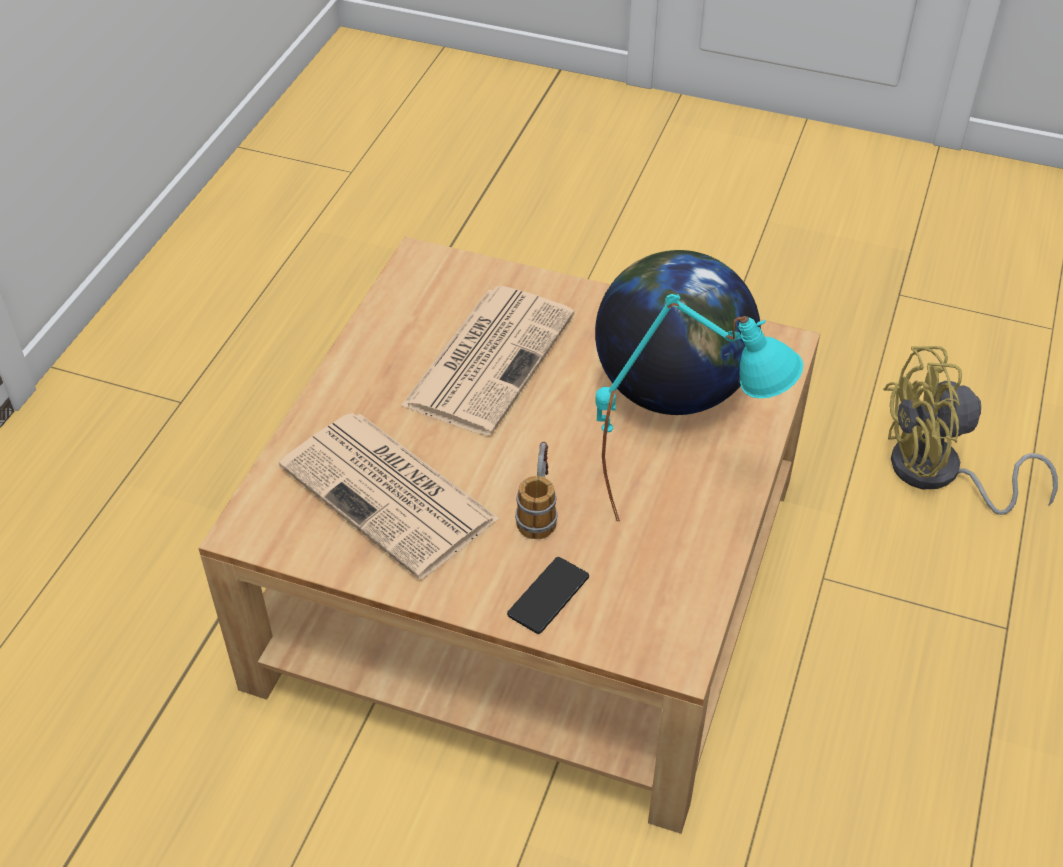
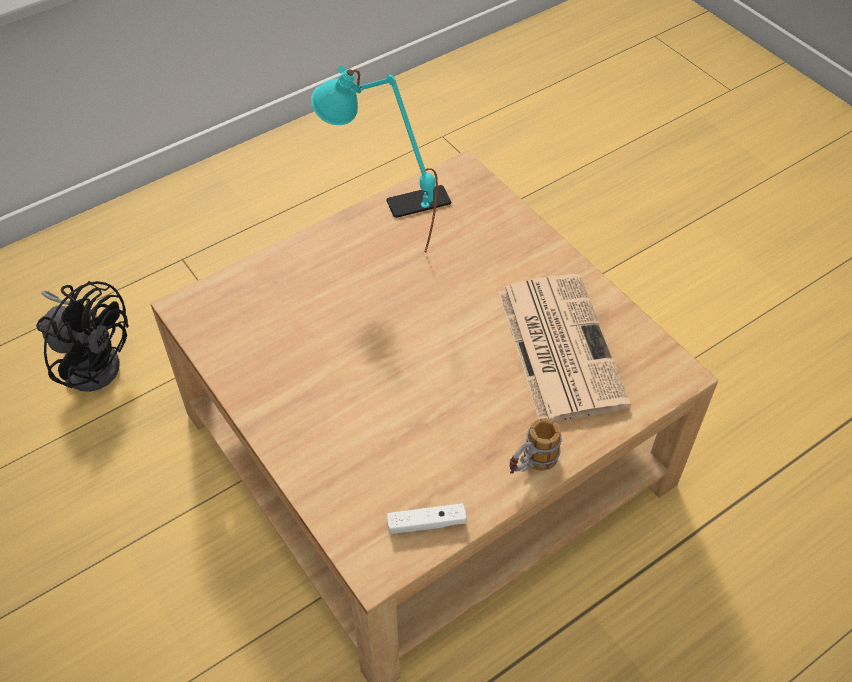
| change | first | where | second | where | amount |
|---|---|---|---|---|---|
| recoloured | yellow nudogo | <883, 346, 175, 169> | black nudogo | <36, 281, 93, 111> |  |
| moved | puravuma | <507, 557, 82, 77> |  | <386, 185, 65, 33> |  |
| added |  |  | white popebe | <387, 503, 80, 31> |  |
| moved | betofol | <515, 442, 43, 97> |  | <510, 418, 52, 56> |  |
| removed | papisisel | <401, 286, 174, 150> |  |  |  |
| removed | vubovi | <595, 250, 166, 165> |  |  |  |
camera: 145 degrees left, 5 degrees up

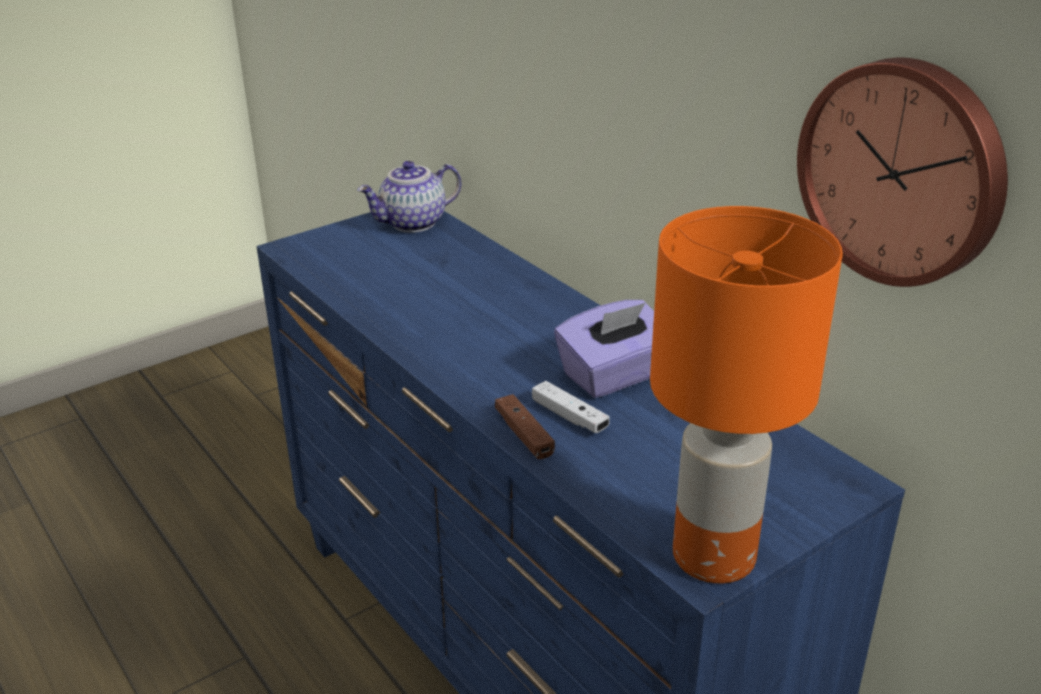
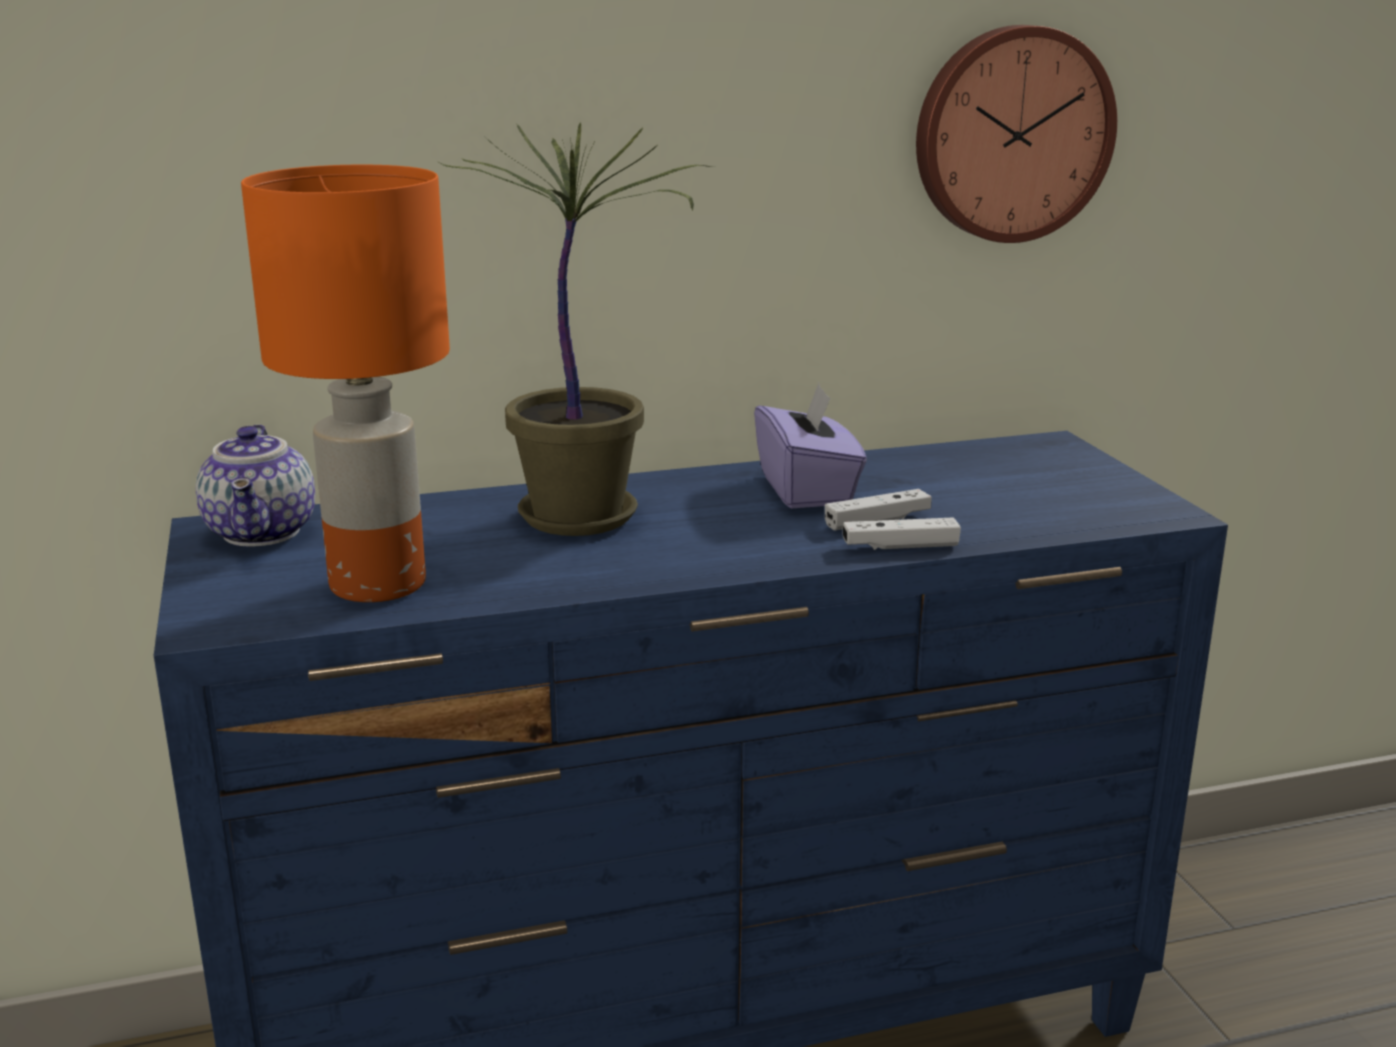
| change | first | where | second | where | amount |
|---|---|---|---|---|---|
| moved | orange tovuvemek | <650, 206, 193, 378> |  | <241, 165, 209, 437> |  |
| added |  |  | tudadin | <437, 122, 279, 414> |  |
| recoloured | brown popebe | <495, 394, 60, 65> | white popebe | <843, 518, 118, 32> |  |
camera: 70 degrees left, 10 degrees down

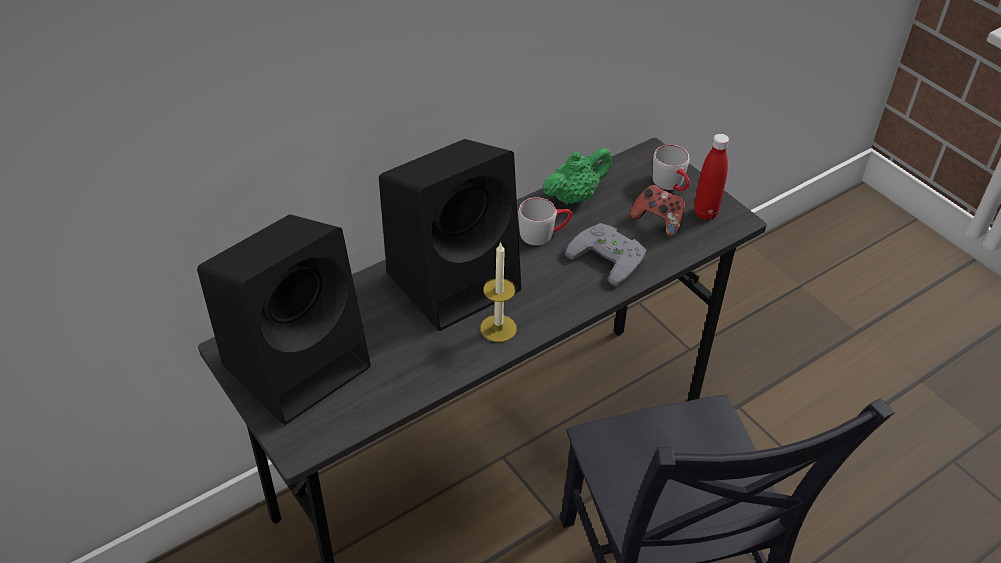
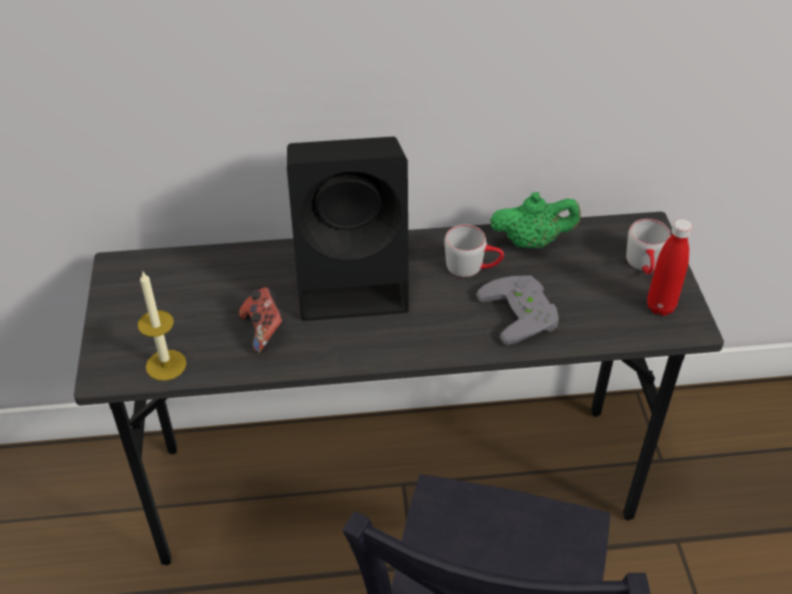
| change | first | where | second | where | amount |
|---|---|---|---|---|---|
| moved | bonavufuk | <480, 242, 37, 100> |  | <138, 272, 49, 109> |  |
| moved | popebe | <630, 185, 55, 52> |  | <239, 287, 48, 67> |  |
| removed | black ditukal | <197, 214, 174, 211> |  |  |  |
camera: 30 degrees right, 0 degrees up

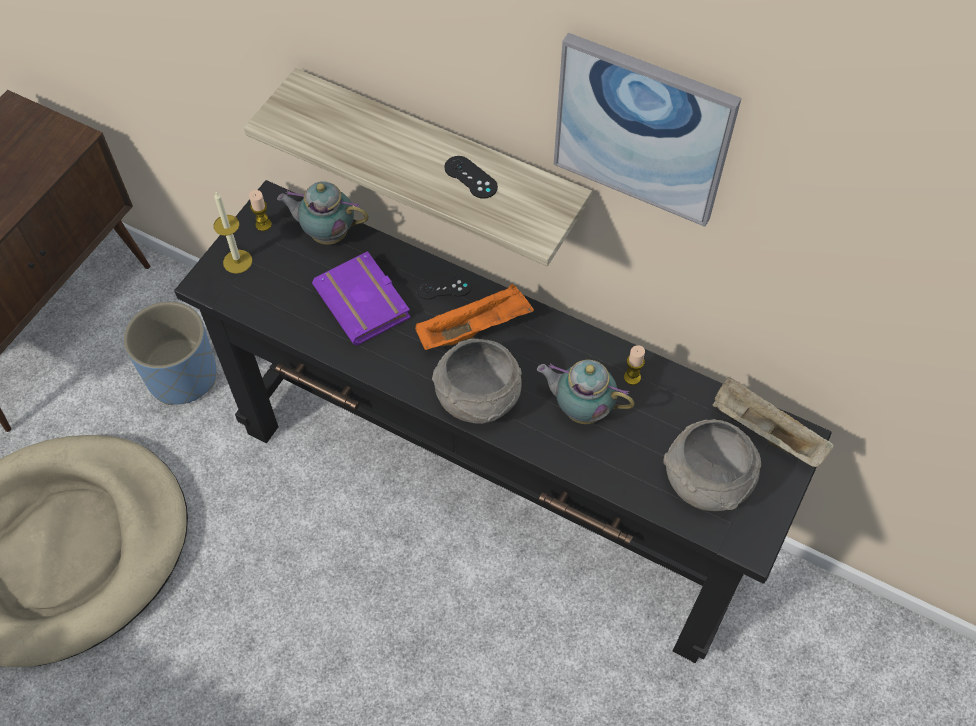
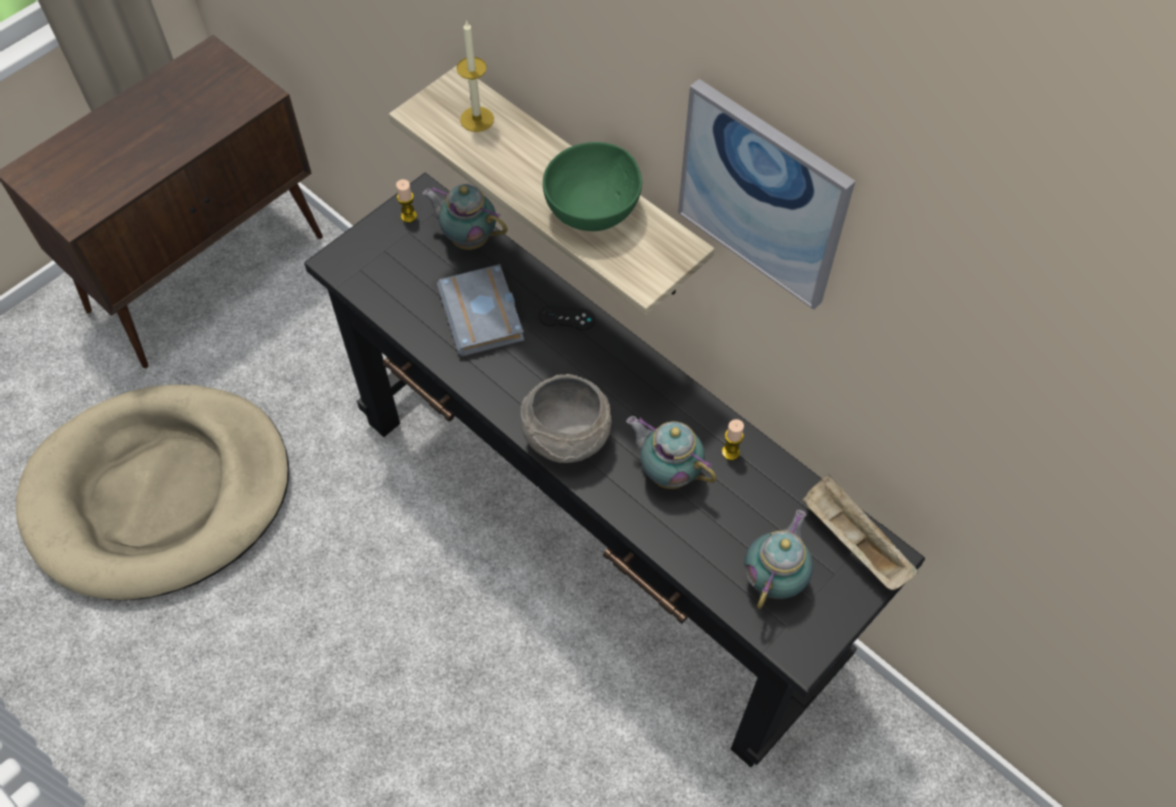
| change | first | where | second | where | amount |
|---|---|---|---|---|---|
| recoloured | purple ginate | <312, 251, 99, 95> | grey ginate | <437, 264, 87, 92> |  |
| moved | bonavufuk | <213, 192, 39, 82> |  | <457, 20, 37, 112> |  |
| replaced | black popebe | <444, 156, 54, 43> | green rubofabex | <543, 142, 99, 89> |  |
| replaced | grey rubofabex | <663, 419, 98, 92> | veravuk | <744, 510, 69, 99> |  |
| removed | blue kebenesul | <124, 301, 93, 104> |  |  |  |
| removed | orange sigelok | <415, 284, 119, 66> |  |  |  |
camera: 15 degrees right, 0 degrees up

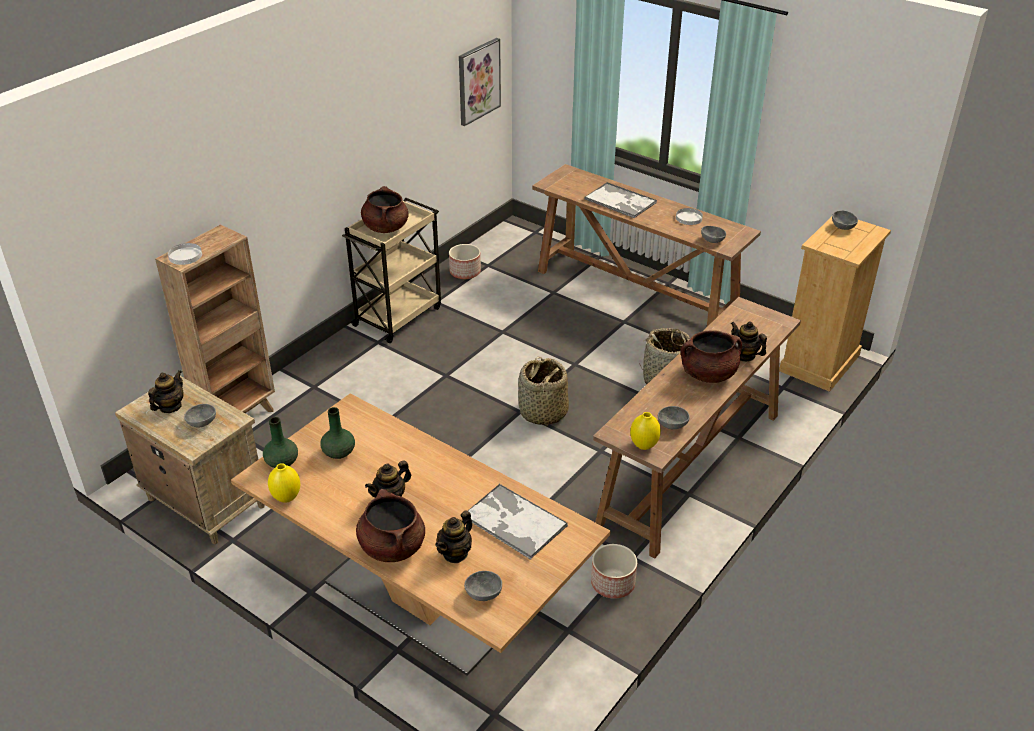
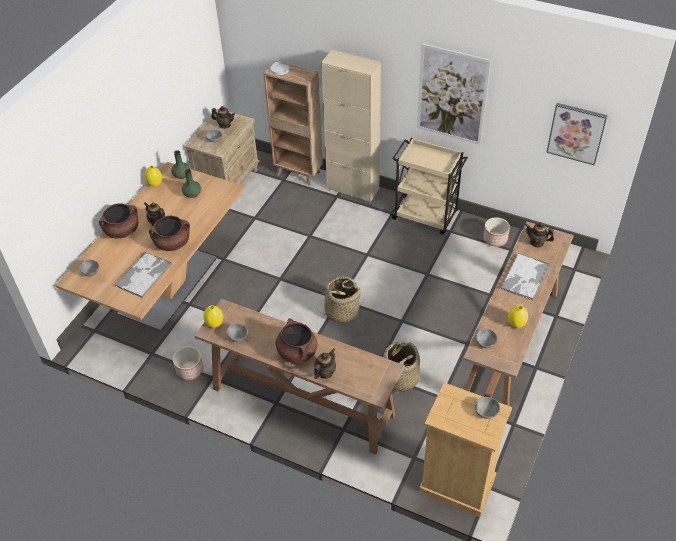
| change | first | where | second | where | amount |
|---|---|---|---|---|---|
| moved | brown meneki | <361, 186, 48, 47> |  | <149, 216, 41, 35> |  |
| added |  |  | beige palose | <321, 50, 60, 152> |  |
| added |  |  | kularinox | <417, 43, 74, 102> |  |
| replaced | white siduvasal | <676, 208, 27, 17> | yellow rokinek | <508, 305, 20, 23> |  |
| moved | veravuk | <435, 510, 37, 53> |  | <525, 222, 29, 26> |  |
camera: 80 degrees right, 10 degrees up

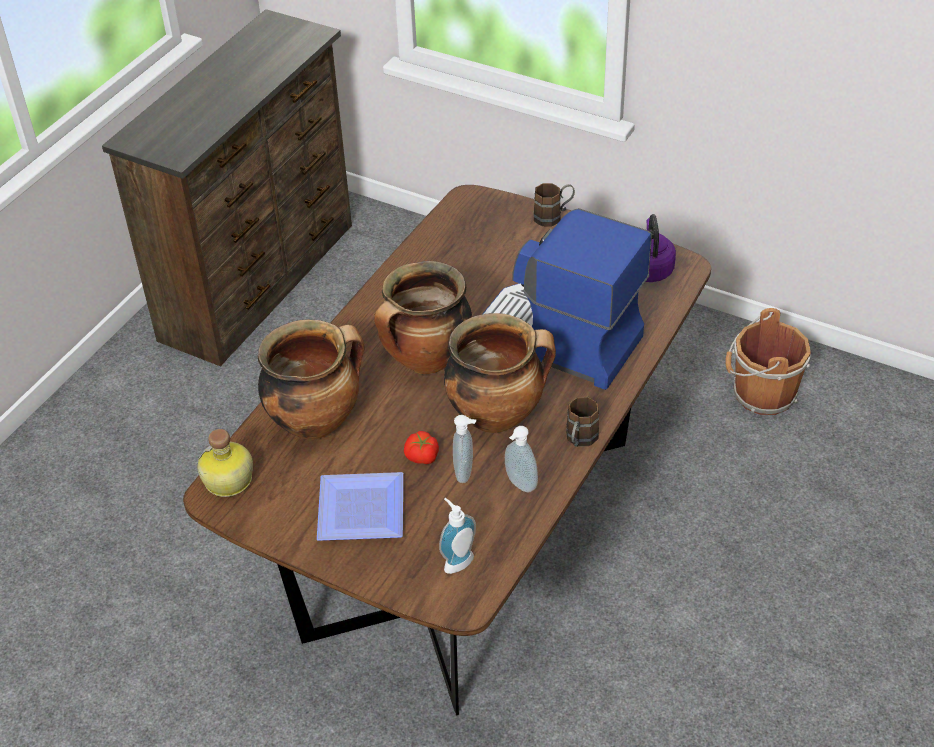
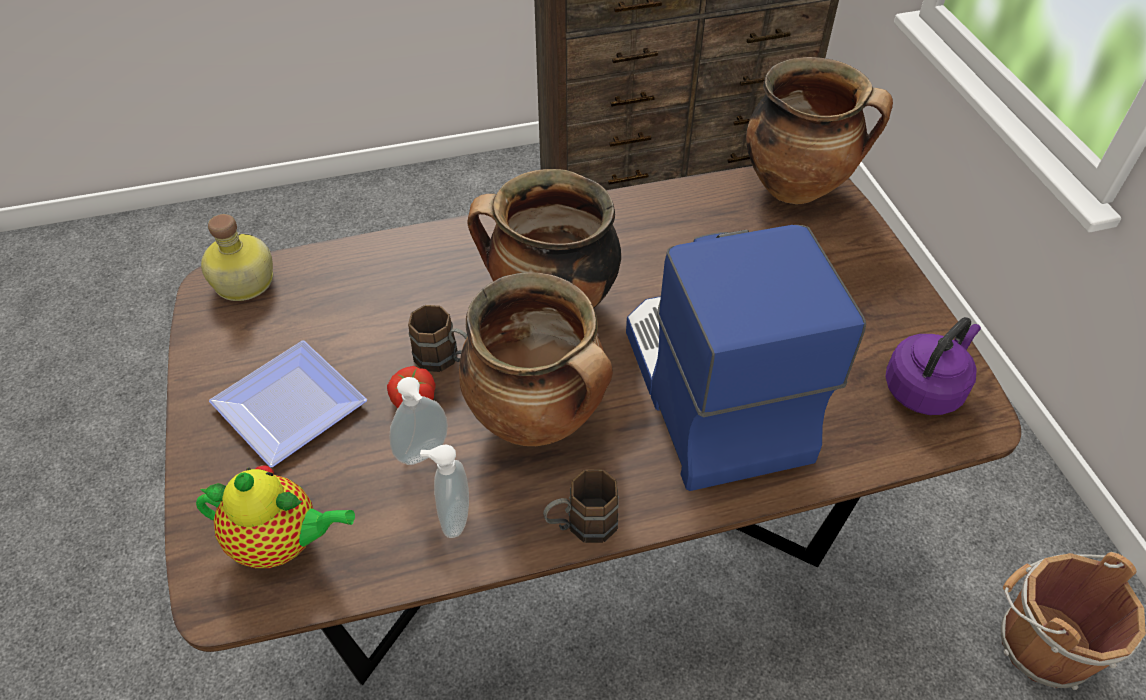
| change | first | where | second | where | amount |
|---|---|---|---|---|---|
| replaced | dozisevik | <439, 498, 37, 76> | veravuk | <196, 465, 159, 103> |  |
| moved | brown betofol | <533, 183, 42, 43> |  | <408, 305, 60, 67> |  |
| moved | meneki | <258, 319, 107, 121> |  | <746, 57, 147, 147> |  |
camera: 45 degrees right, 5 degrees up

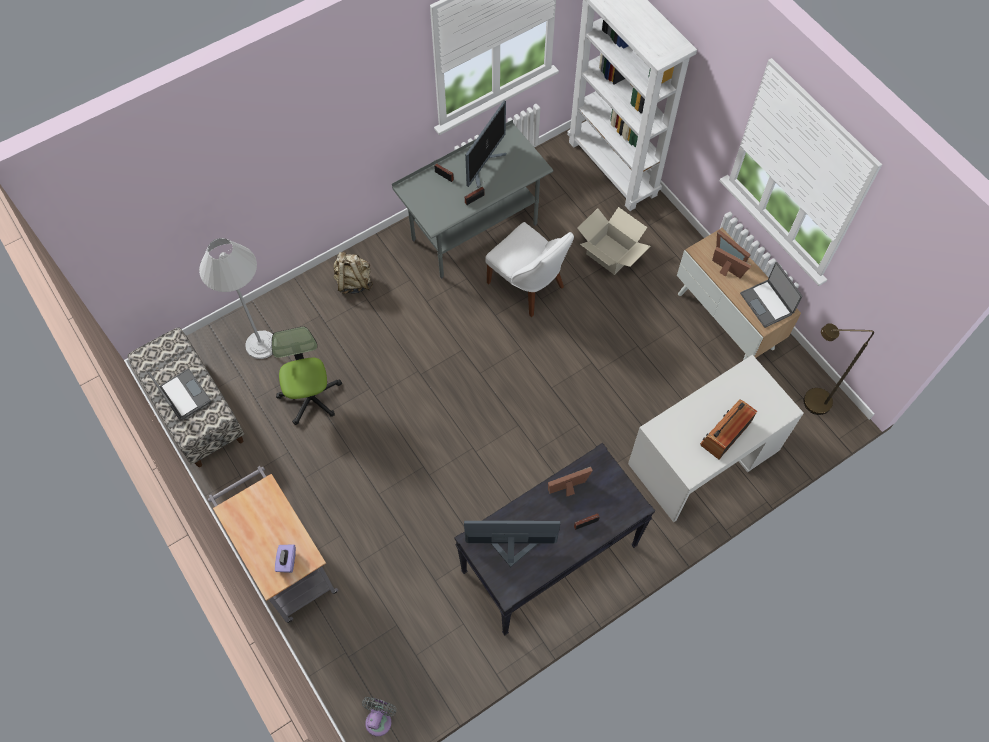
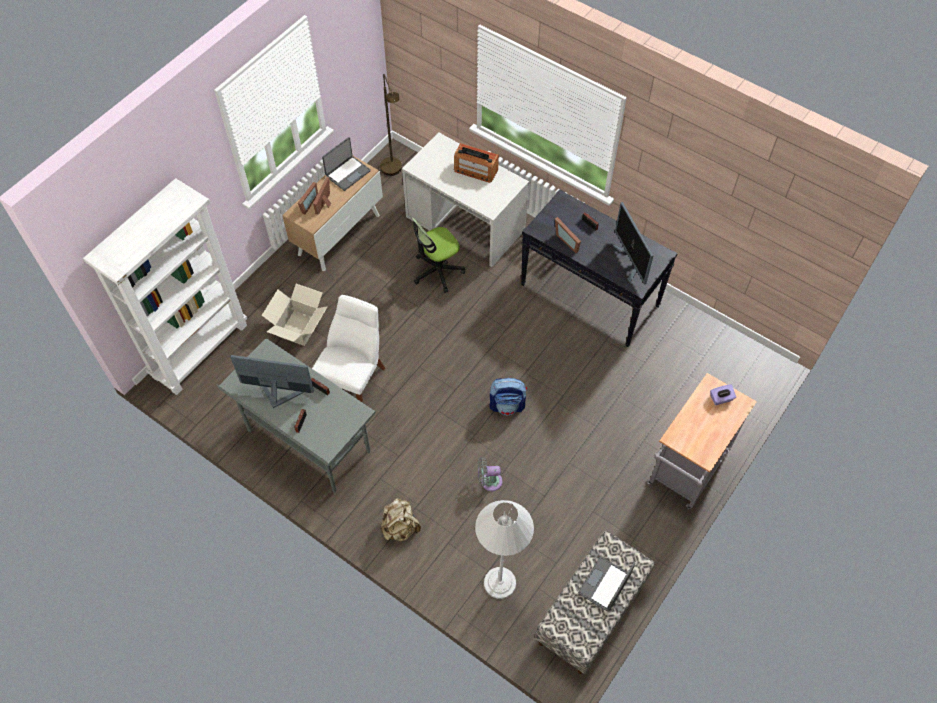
| change | first | where | second | where | amount |
|---|---|---|---|---|---|
| moved | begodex | <272, 326, 70, 99> |  | <412, 218, 53, 75> |  |
| moved | grey nudogo | <362, 697, 34, 40> |  | <478, 457, 24, 34> |  |
| added |  |  | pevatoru | <489, 378, 38, 37> |  |
camera: 110 degrees left, 5 degrees down

